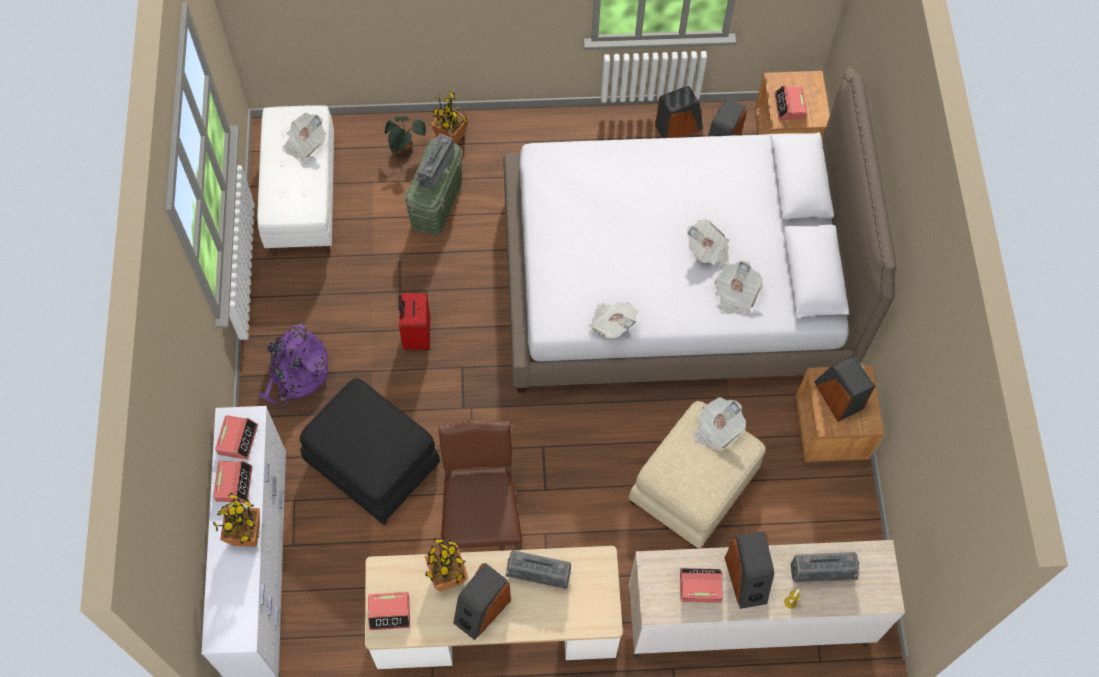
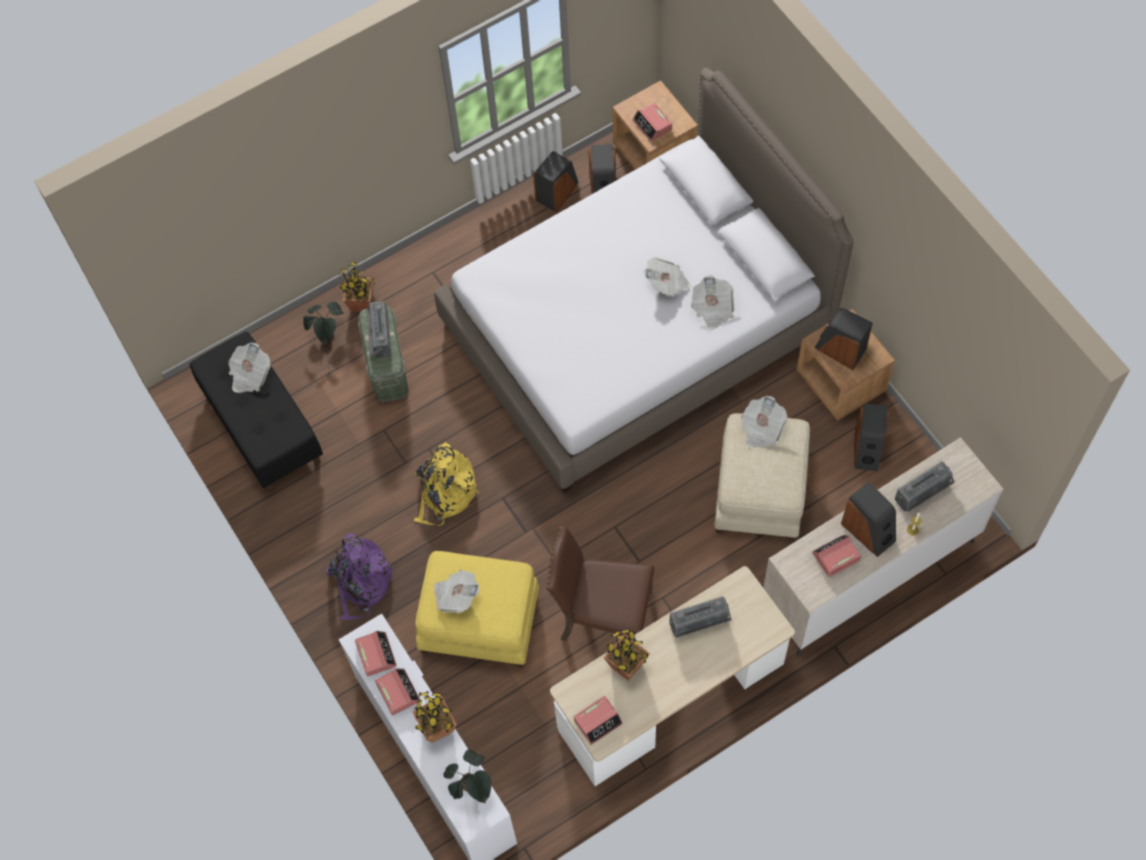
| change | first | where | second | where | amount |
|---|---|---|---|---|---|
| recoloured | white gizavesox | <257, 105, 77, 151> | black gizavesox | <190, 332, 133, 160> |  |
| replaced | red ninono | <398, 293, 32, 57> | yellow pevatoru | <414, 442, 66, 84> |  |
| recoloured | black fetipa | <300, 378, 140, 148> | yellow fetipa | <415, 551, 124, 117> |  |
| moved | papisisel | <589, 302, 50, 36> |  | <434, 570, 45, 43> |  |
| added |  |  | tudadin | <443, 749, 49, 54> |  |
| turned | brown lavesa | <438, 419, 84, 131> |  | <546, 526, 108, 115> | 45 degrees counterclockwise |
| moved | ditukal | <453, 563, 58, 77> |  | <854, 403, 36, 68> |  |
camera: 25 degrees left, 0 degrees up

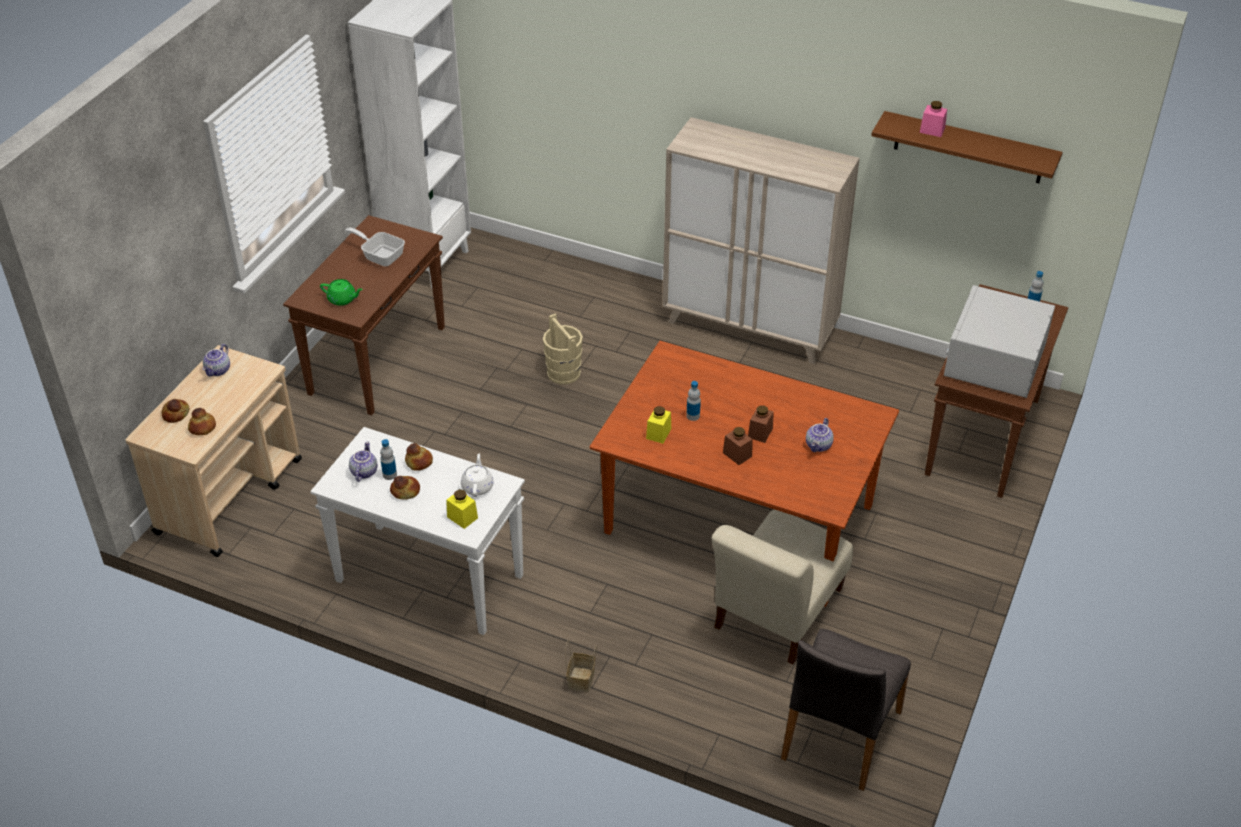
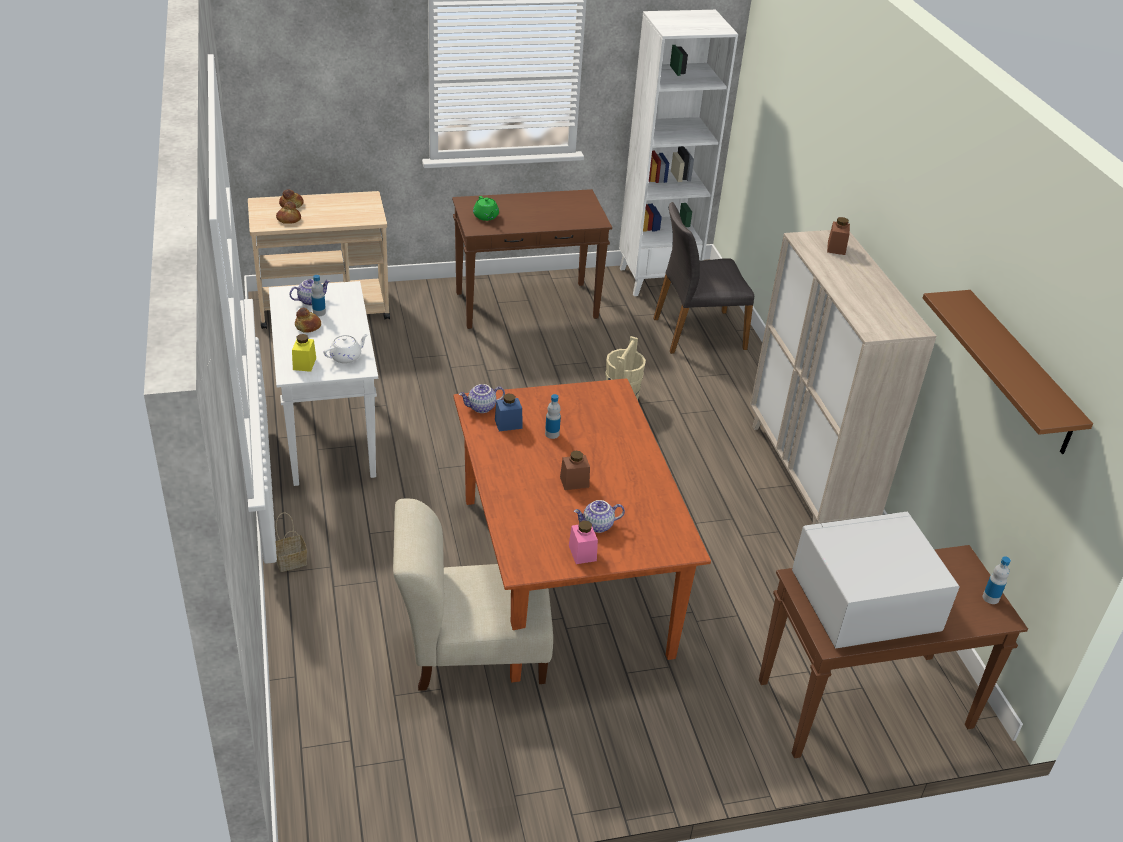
| change | first | where | second | where | amount |
|---|---|---|---|---|---|
| moved | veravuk | <203, 344, 27, 33> |  | <459, 384, 46, 29> |  |
| recoloured | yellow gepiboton | <646, 406, 25, 38> | blue gepiboton | <495, 393, 27, 38> |  |
| moved | pink gepiboton | <920, 101, 27, 36> |  | <569, 520, 29, 44> |  |
| moved | grey lavesa | <781, 629, 130, 162> |  | <653, 202, 101, 152> |  |
| moved | brown gepiboton | <723, 427, 29, 38> |  | <827, 217, 23, 38> |  |
| removed | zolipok | <345, 228, 60, 38> |  |  |  |
| removed | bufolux | <405, 443, 28, 28> |  |  |  |
camera: 50 degrees right, 5 degrees down

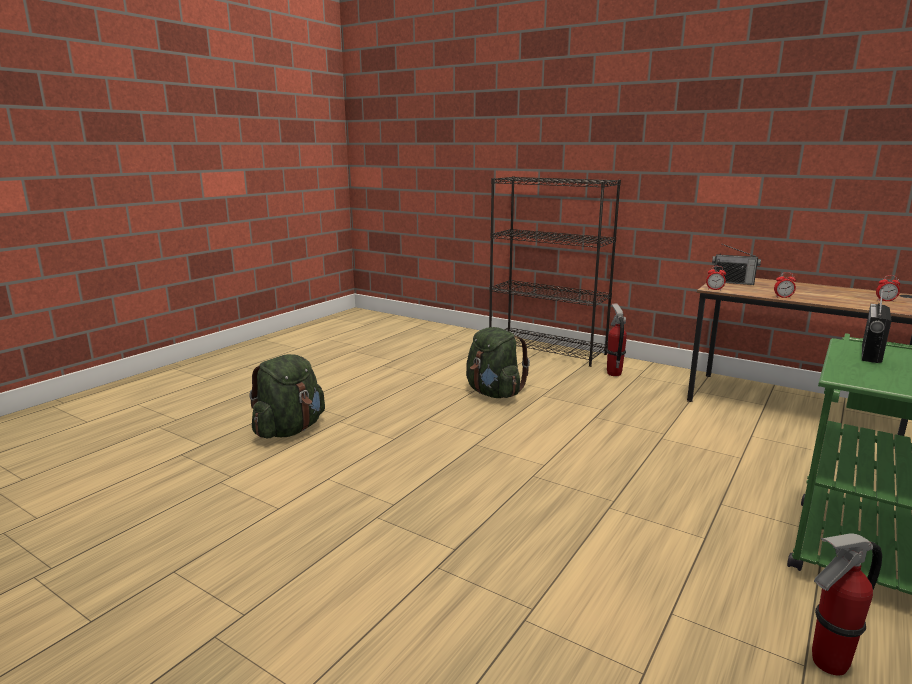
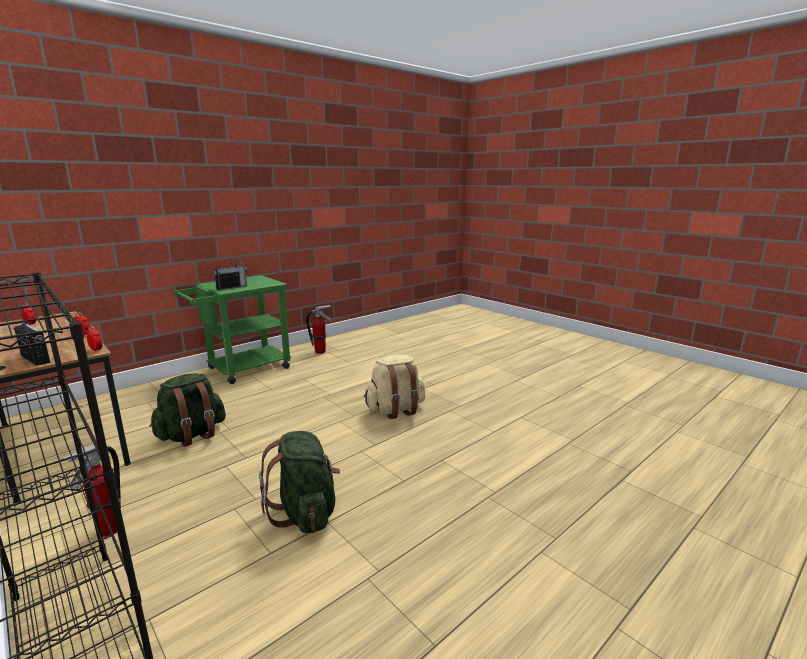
| change | first | where | second | where | amount |
|---|---|---|---|---|---|
| moved | green pevatoru | <249, 354, 76, 85> |  | <149, 373, 77, 74> |  |
| added |  |  | beige pevatoru | <364, 355, 62, 64> |  |
camera: 165 degrees left, 0 degrees up

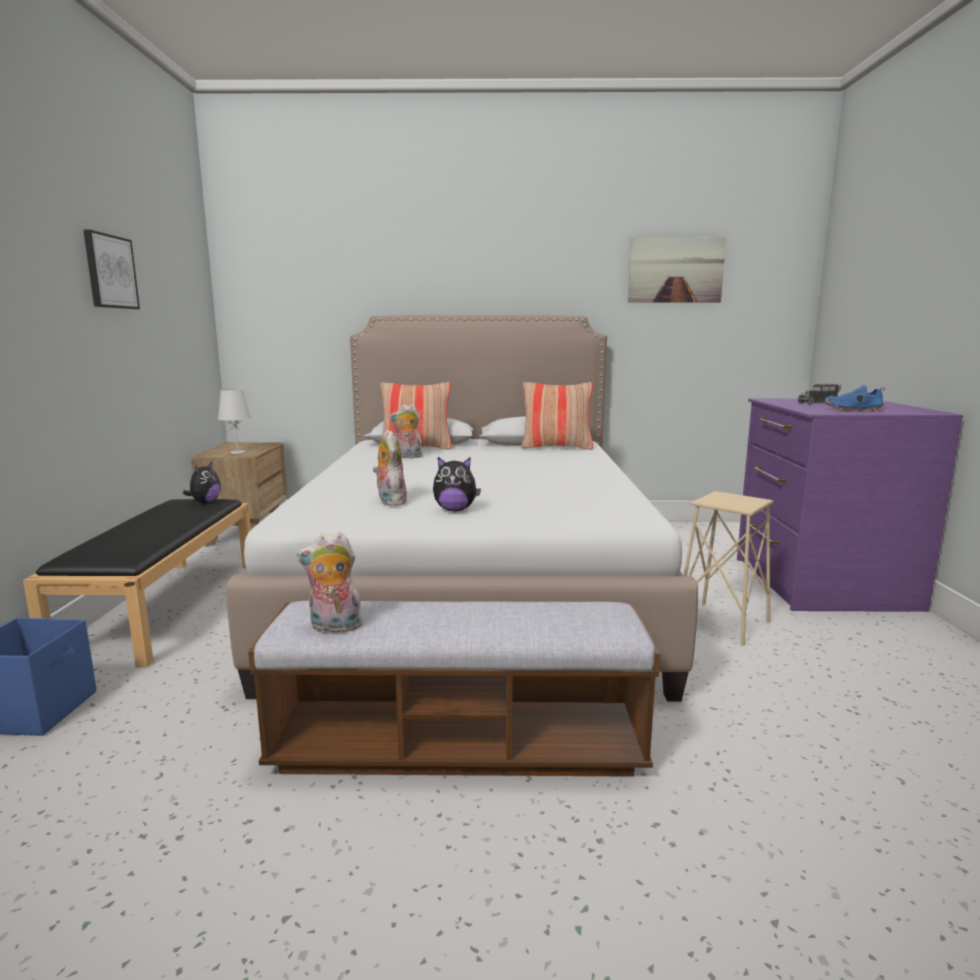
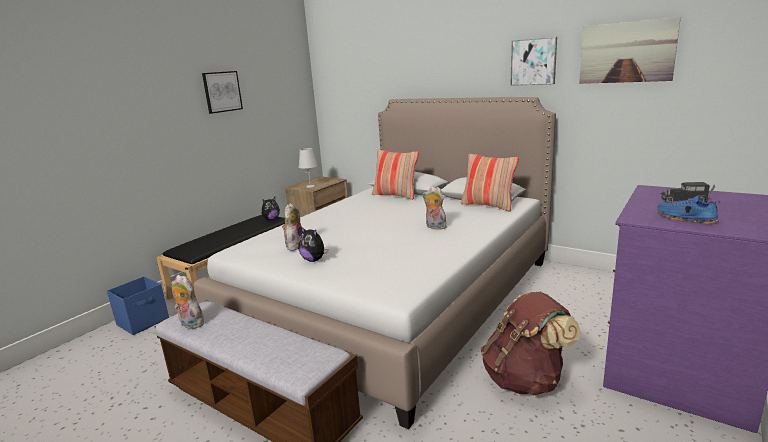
| change | first | where | second | where | amount |
|---|---|---|---|---|---|
| moved | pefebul | <390, 404, 34, 54> |  | <423, 187, 25, 43> |  |
| replaced | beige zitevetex | <684, 491, 89, 155> | brown pevatoru | <481, 291, 100, 105> |  |
| added |  |  | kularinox | <510, 37, 47, 49> |  |
camera: 35 degrees right, 5 degrees up

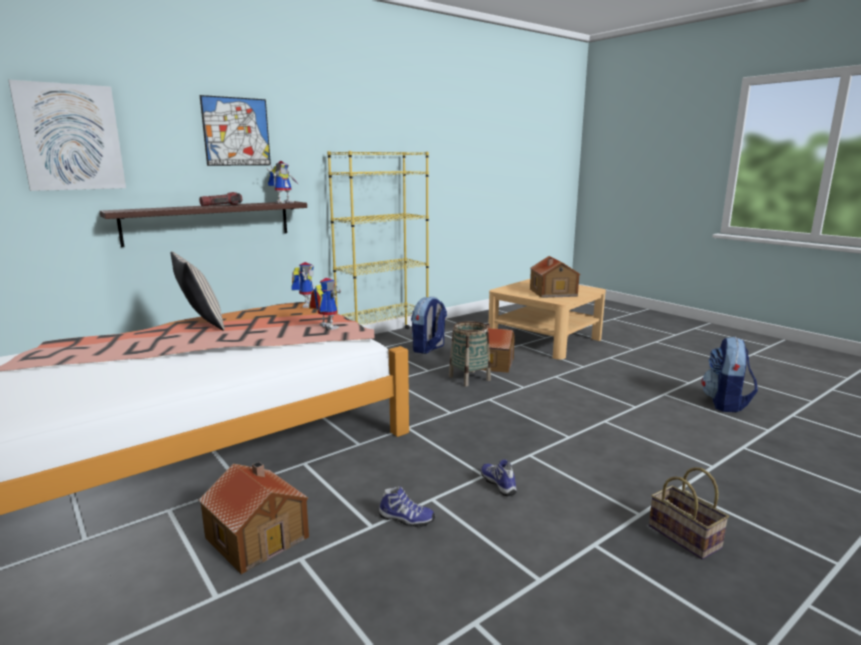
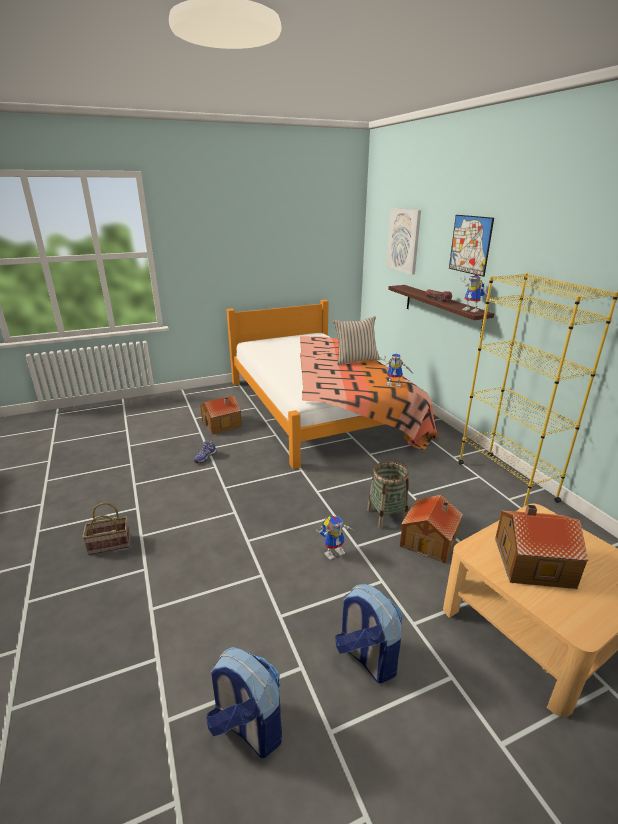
| change | first | where | second | where | amount |
|---|---|---|---|---|---|
| moved | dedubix | <309, 278, 32, 52> |  | <316, 516, 38, 44> |  |
| moved | pevatoru | <411, 296, 36, 58> |  | <335, 583, 67, 101> |  |
| removed | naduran | <481, 459, 36, 37> |  |  |  |
camera: 105 degrees right, 10 degrees up

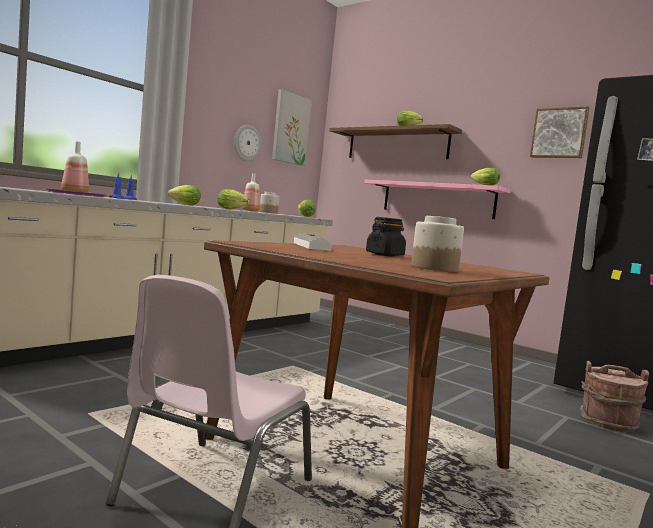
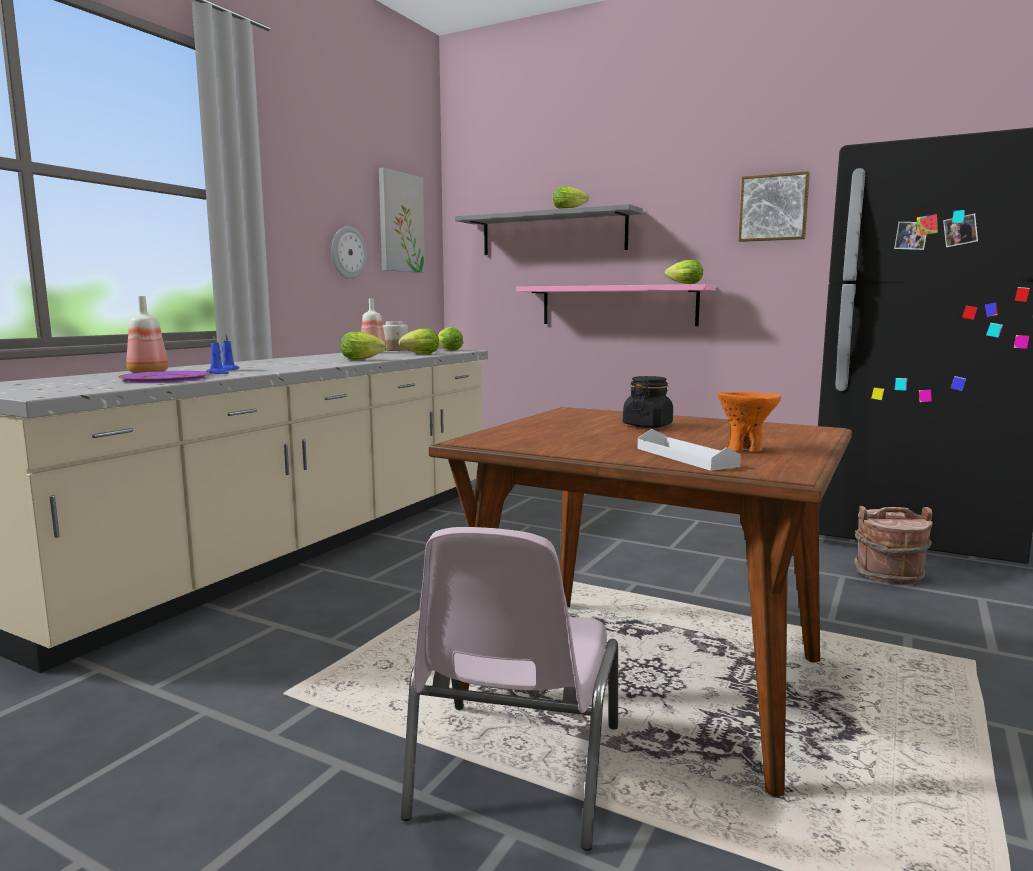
| change | first | where | second | where | amount |
|---|---|---|---|---|---|
| moved | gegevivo | <168, 185, 33, 20> |  | <399, 328, 40, 26> |  |
| recoloured | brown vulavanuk | <329, 124, 133, 35> | grey vulavanuk | <455, 204, 188, 51> |  |
| moved | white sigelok | <294, 233, 38, 18> |  | <637, 429, 104, 42> |  |
| replaced | gepiboton | <411, 216, 53, 56> | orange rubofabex | <717, 392, 64, 60> |  |
camera: 10 degrees left, 5 degrees up

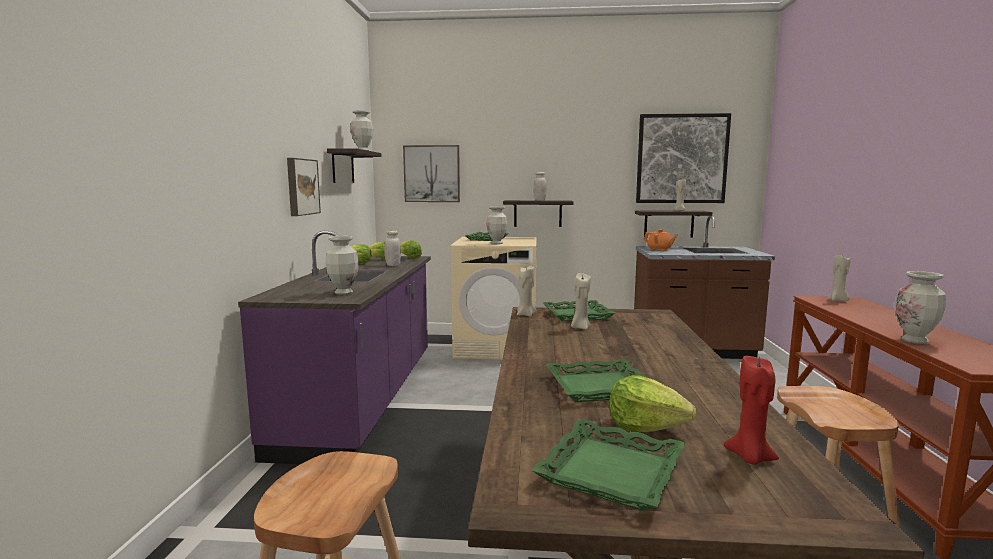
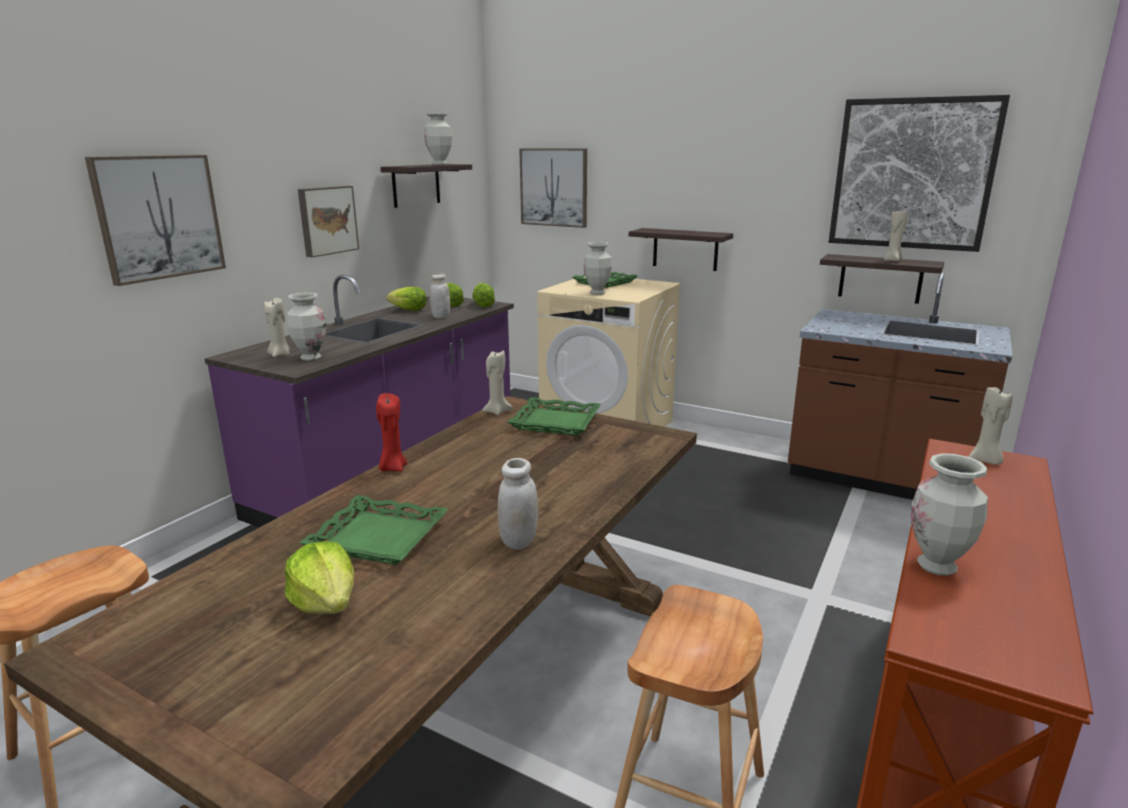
| change | first | where | second | where | amount |
|---|---|---|---|---|---|
| added |  |  | kularinox | <85, 155, 141, 131> |  |
| moved | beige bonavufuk | <571, 273, 20, 56> |  | <264, 298, 26, 59> |  |
| moved | red bonavufuk | <724, 356, 55, 109> |  | <376, 393, 31, 79> |  |
| moved | white gepiboton | <533, 172, 14, 29> |  | <498, 458, 40, 91> |  |
| removed | green sigelok | <531, 419, 155, 92> |  |  |  |
| removed | orange veravuk | <644, 229, 34, 22> |  |  |  |
camera: 25 degrees right, 10 degrees up

